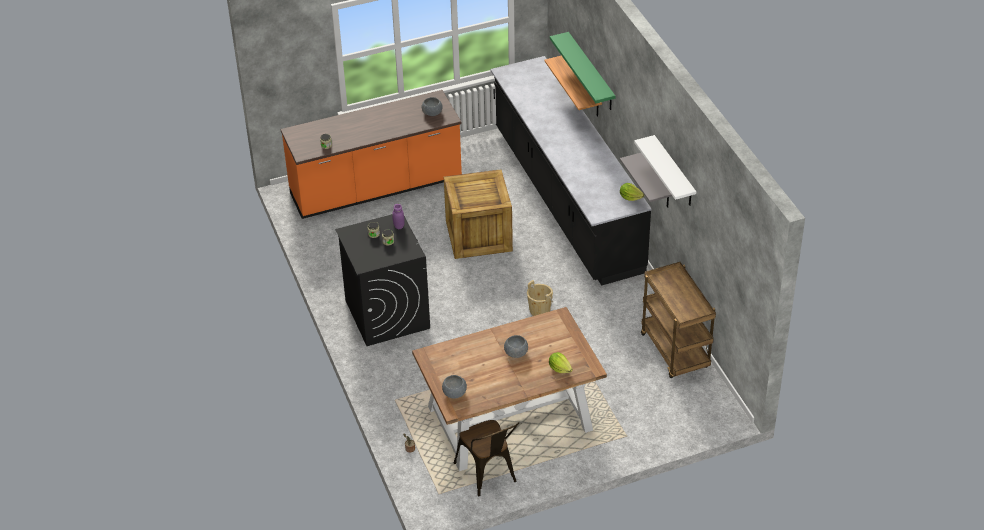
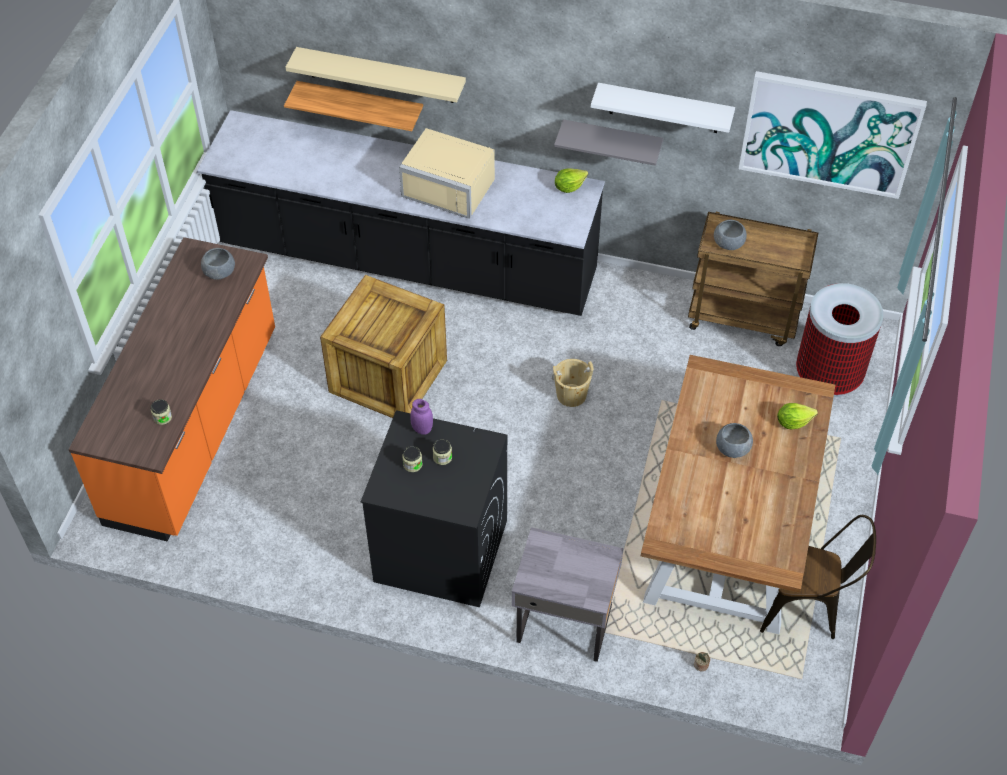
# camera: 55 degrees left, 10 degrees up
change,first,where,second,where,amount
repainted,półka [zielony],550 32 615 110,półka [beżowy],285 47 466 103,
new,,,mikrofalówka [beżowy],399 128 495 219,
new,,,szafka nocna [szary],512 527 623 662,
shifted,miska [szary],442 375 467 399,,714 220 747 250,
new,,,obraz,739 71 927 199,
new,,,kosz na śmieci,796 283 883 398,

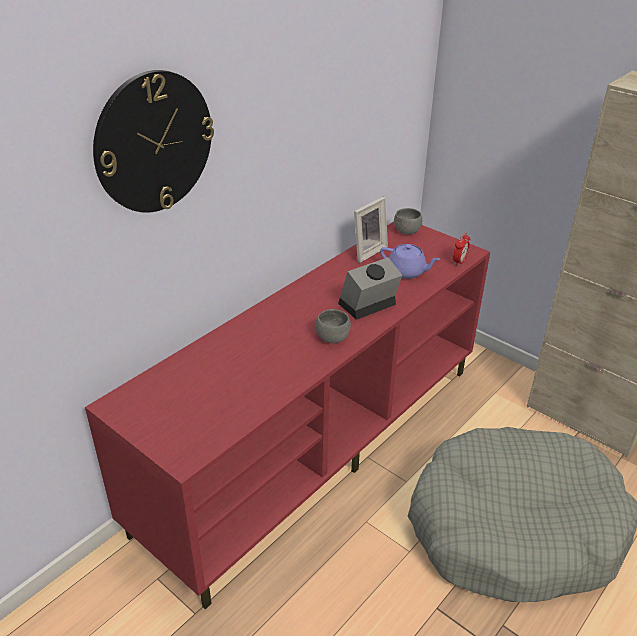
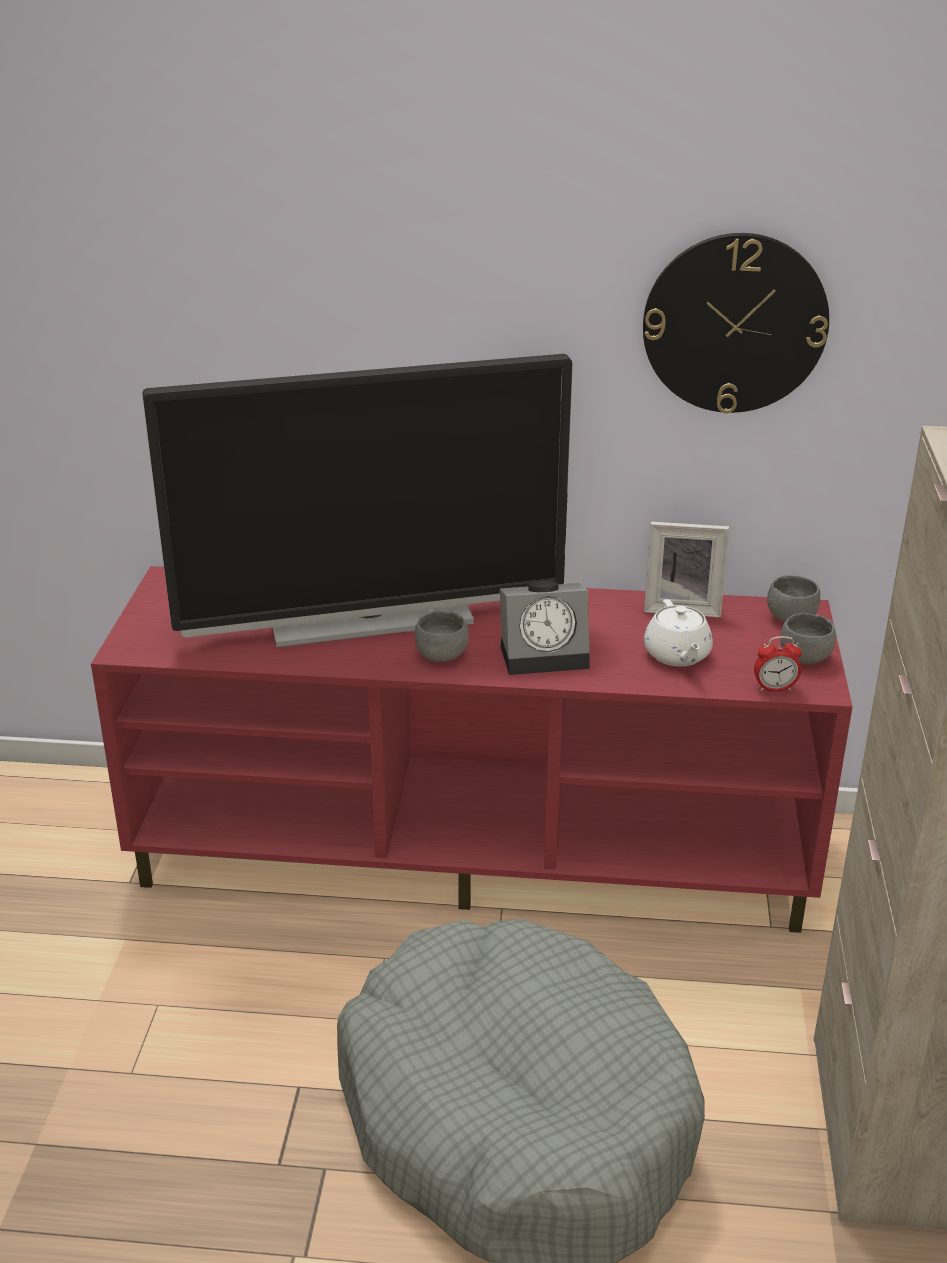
# camera: 55 degrees right, 5 degrees down
change,first,where,second,where,amount
new,,,telewizor,142 354 573 648,
rotated,budzik,338 257 403 320,,500 581 590 675,150 degrees clockwise
shifted,zegar ścienny,93 70 214 213,,643 233 829 414,
repainted,imbryk [fioletowy],380 244 440 279,imbryk [biały],644 599 713 666,
new,,,miska [szary],780 613 836 664,

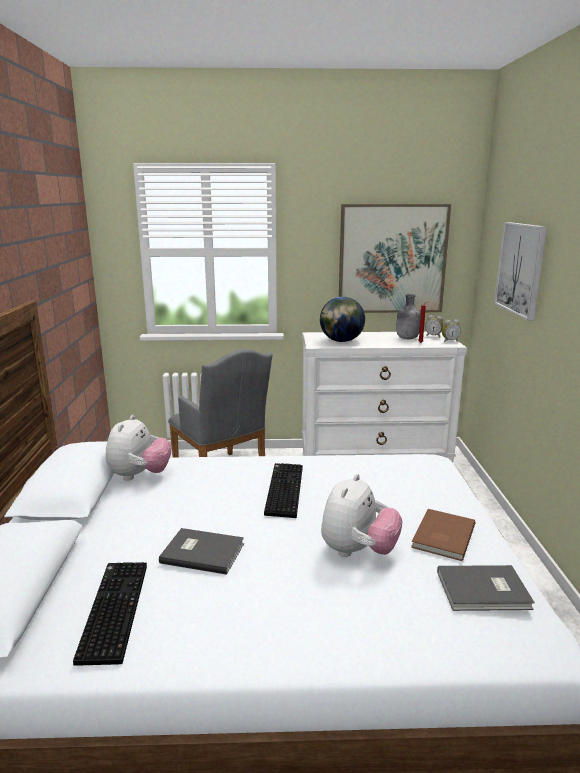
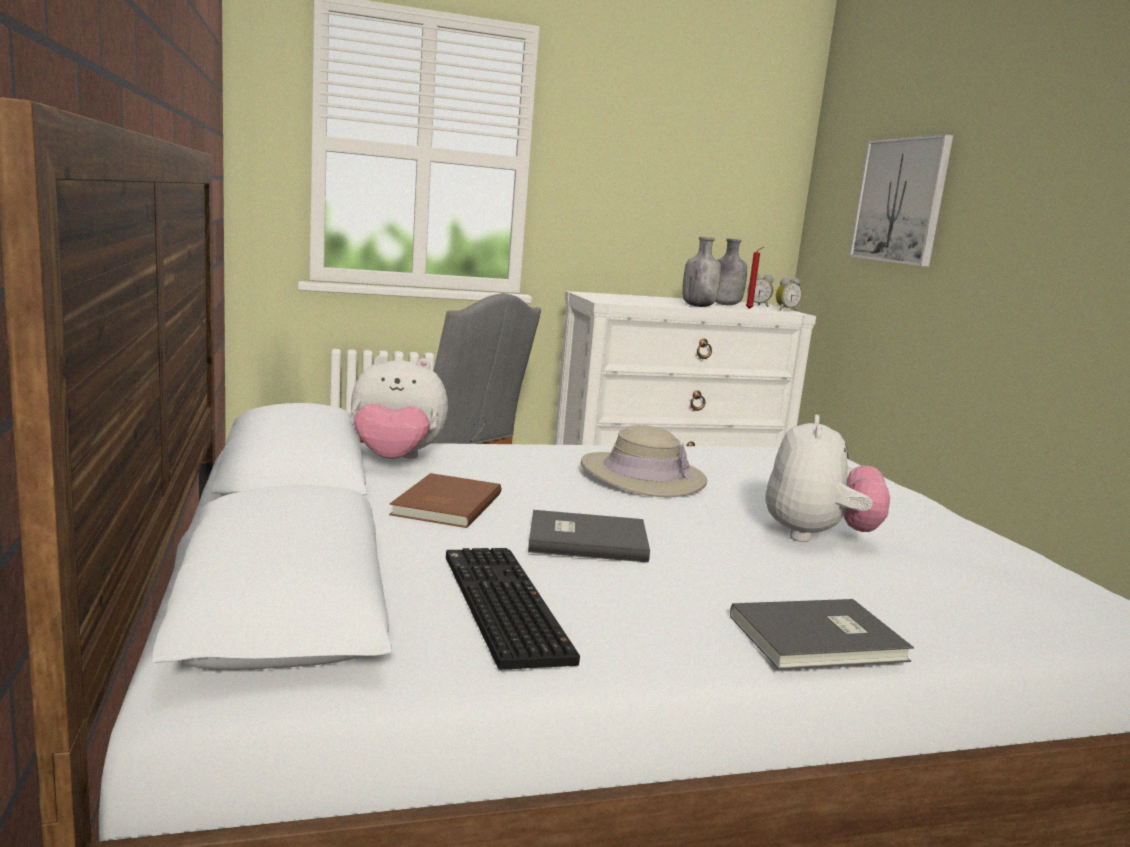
# camera: 15 degrees left, 5 degrees down
change,first,where,second,where,amount
rotated,pluszak,106 415 171 481,,351 355 448 459,90 degrees clockwise
shifted,książka [brązowy],411 509 476 561,,389 473 502 528,
swapped,klawiatura,264 463 303 518,kapelusz [beżowy],581 425 707 498,
new,,,butelka [szary],682 237 721 307,
shifted,książka [szary],437 565 535 611,,730 599 914 670,
gone,globus,320 297 365 342,,,
gone,obraz,339 204 451 313,,,

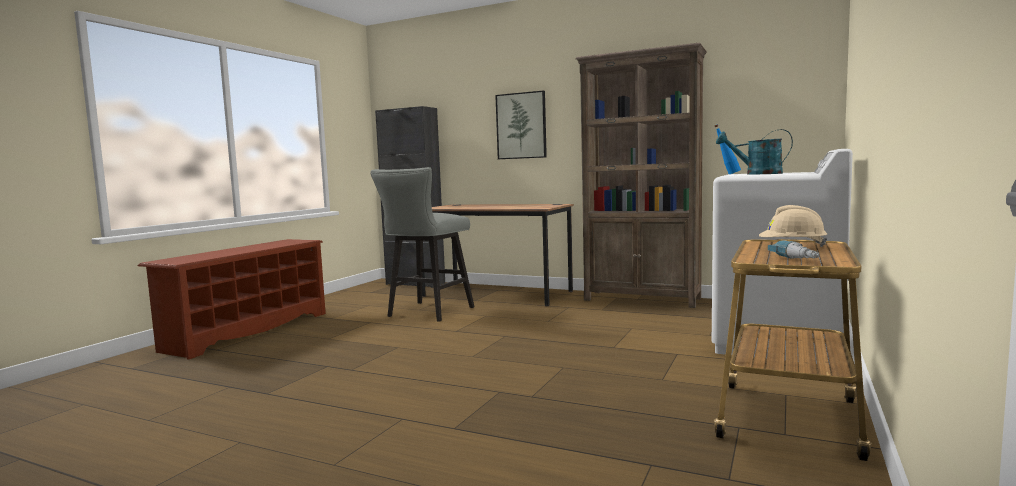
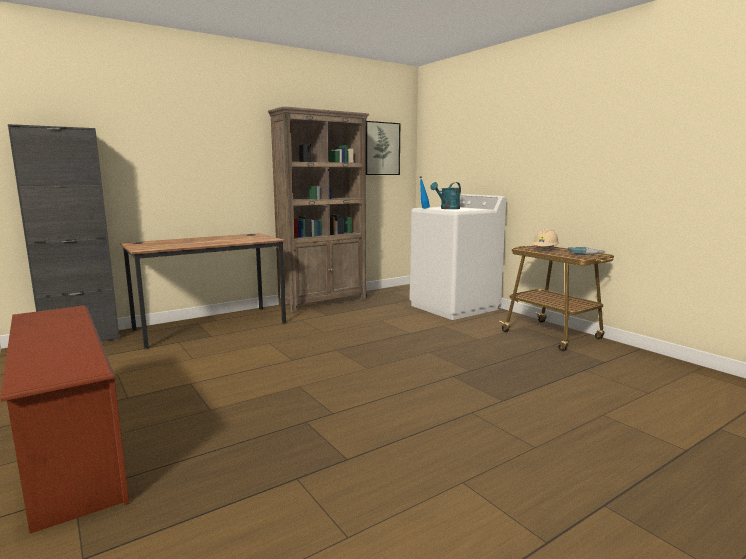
# camera: 60 degrees left, 5 degrees up
change,first,where,second,where,amount
shifted,obraz,495 91 547 159,,366 121 400 175,
gone,stołek [szary],370 167 475 322,,,

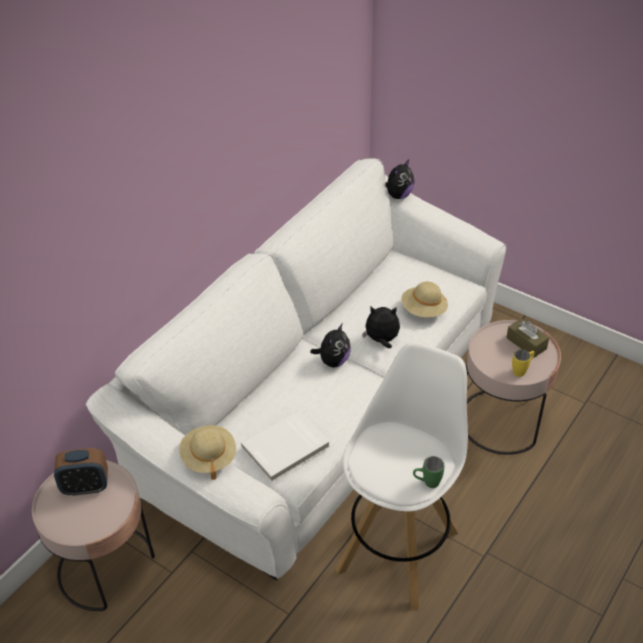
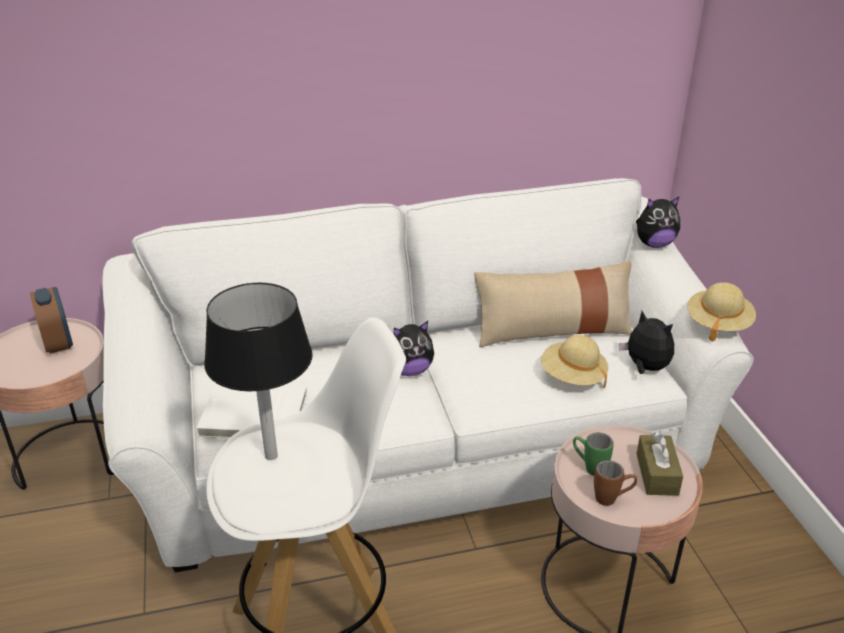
# camera: 40 degrees right, 10 degrees down
change,first,where,second,where,amount
rotated,budzik,54 448 108 496,,30 287 73 353,150 degrees counterclockwise
new,,,lampa stołowa [czarny],204 283 313 460,
new,,,poduszka [beżowy],474 261 632 347,
shifted,kubek [zielony],413 456 445 488,,573 433 614 476,
repainted,kubek [żółty],512 349 535 377,kubek [brązowy],594 460 637 506,
shifted,pluszak,362 306 400 348,,619 311 674 374,
shifted,kapelusz [beżowy],179 425 236 480,,687 282 756 342,

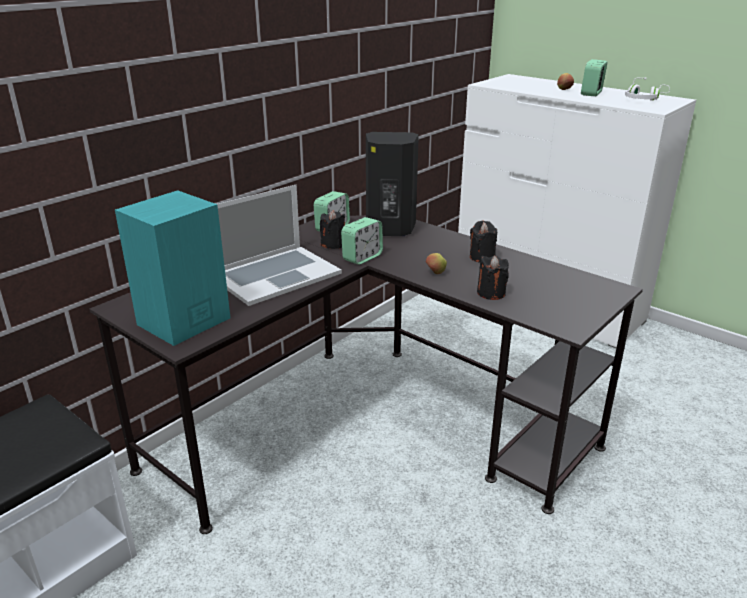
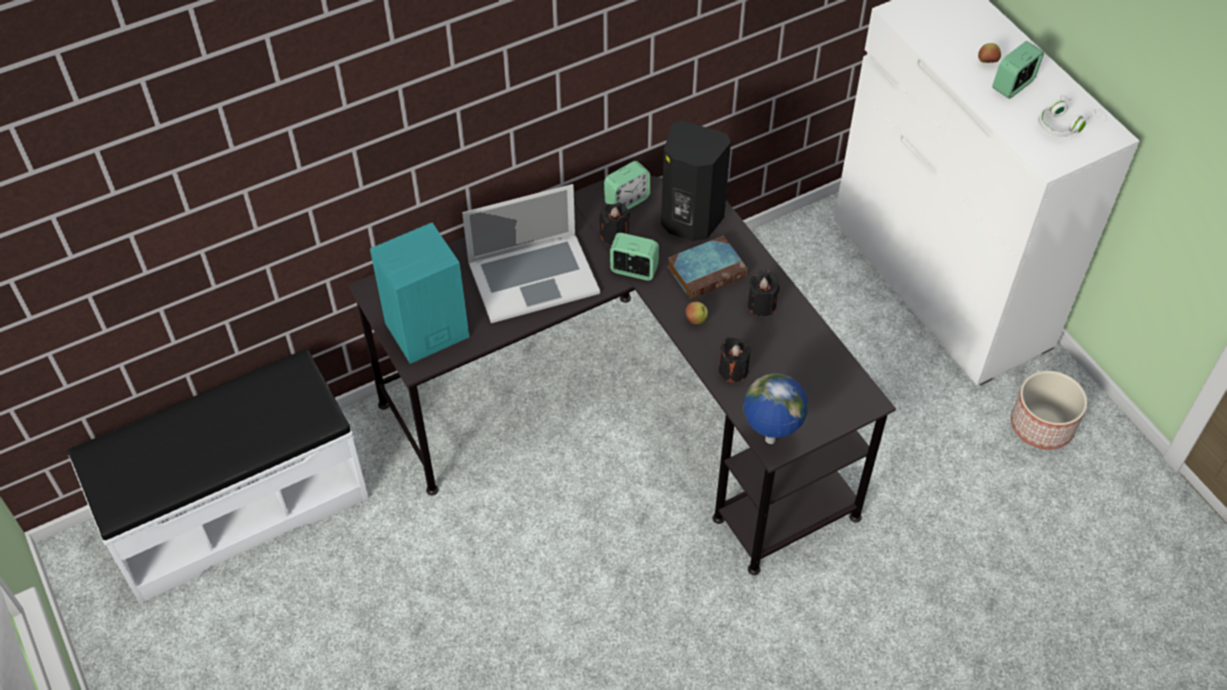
# camera: 20 degrees right, 25 degrees up
change,first,where,second,where,amount
rotated,budzik,341 217 383 265,,610 233 659 280,135 degrees counterclockwise
new,,,książka,667 236 748 300,
new,,,globus,743 373 808 444,
new,,,donica,1011 371 1087 450,

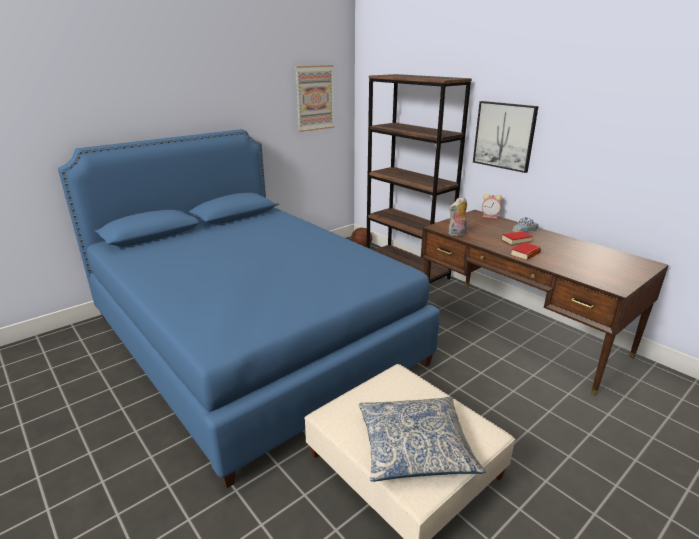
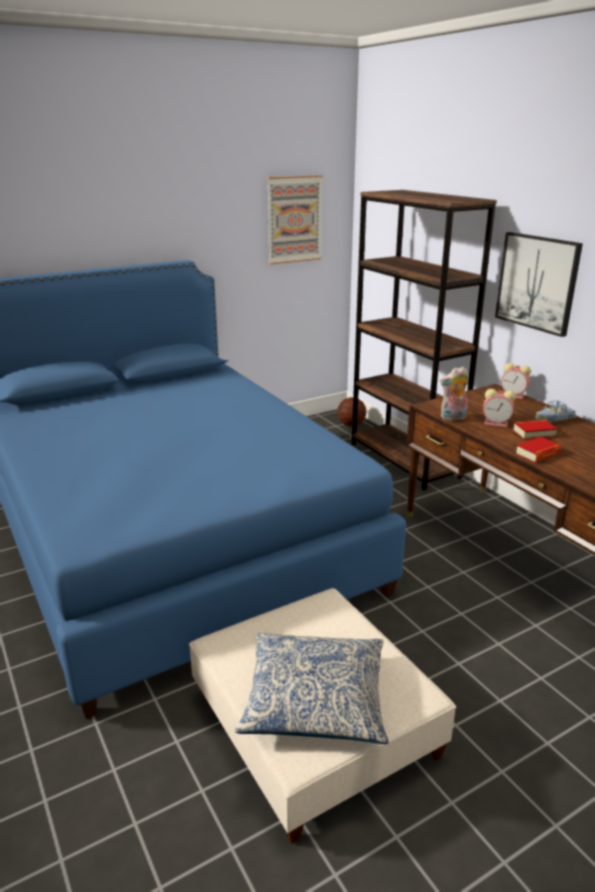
# camera: 10 degrees right, 0 degrees up
change,first,where,second,where,amount
new,,,budzik,483 389 516 427,

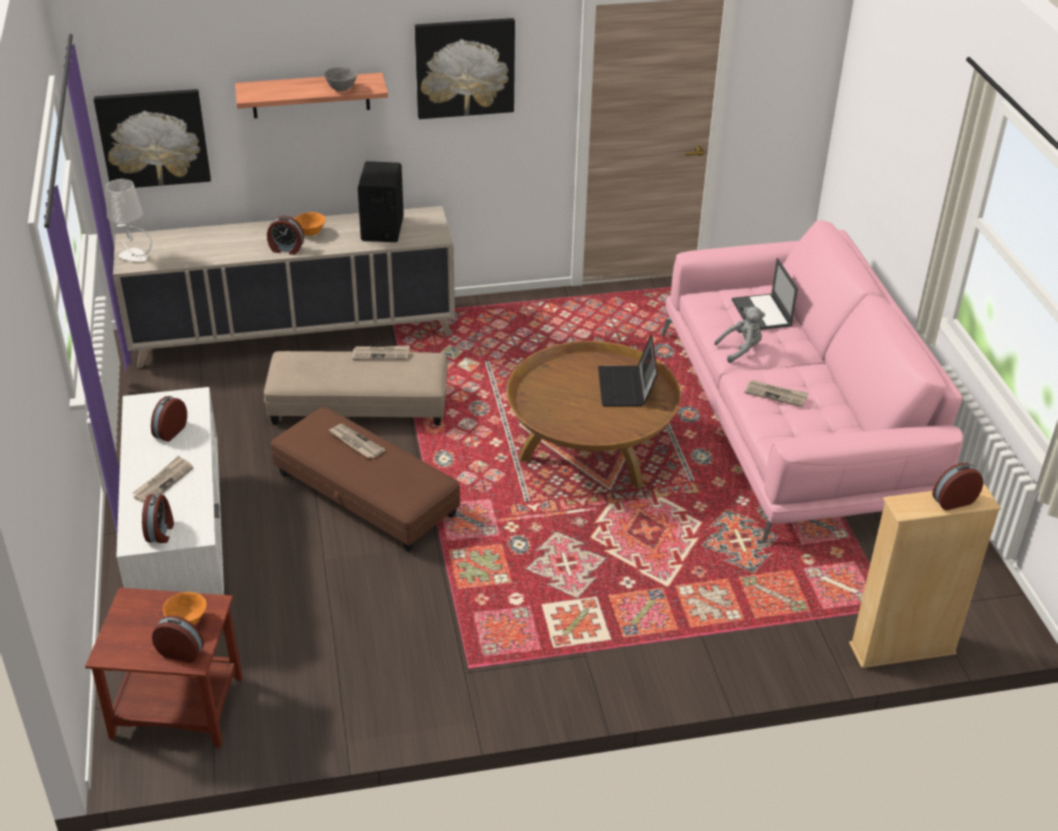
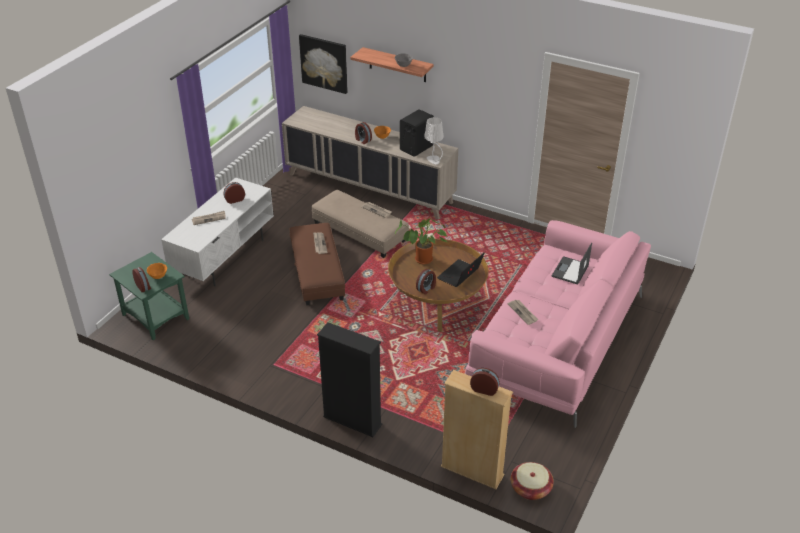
# camera: 40 degrees right, 0 degrees up
change,first,where,second,where,amount
repainted,stolik [brązowy],85 587 243 748,stolik [zielony],109 252 189 340,
new,,,regał [czarny],317 322 382 437,
new,,,roślina doniczkowa,395 218 447 265,
shifted,budzik,142 494 174 543,,416 269 436 295,
shifted,lampa stołowa [biały],106 179 152 262,,424 117 444 165,
new,,,koszyk,511 462 554 500,
gone,obraz,415 18 515 119,,,
gone,pluszak [szary],714 307 765 363,,,

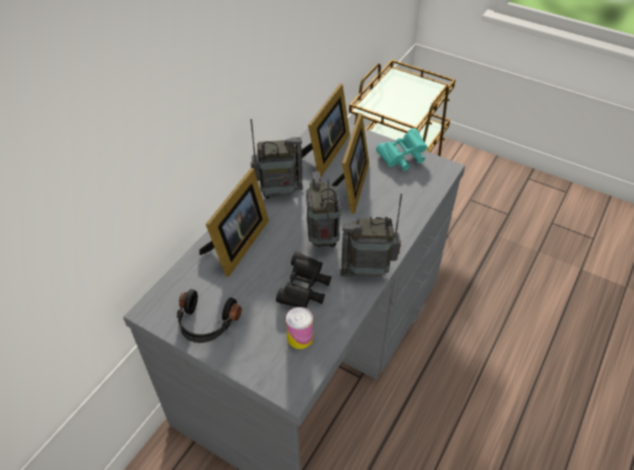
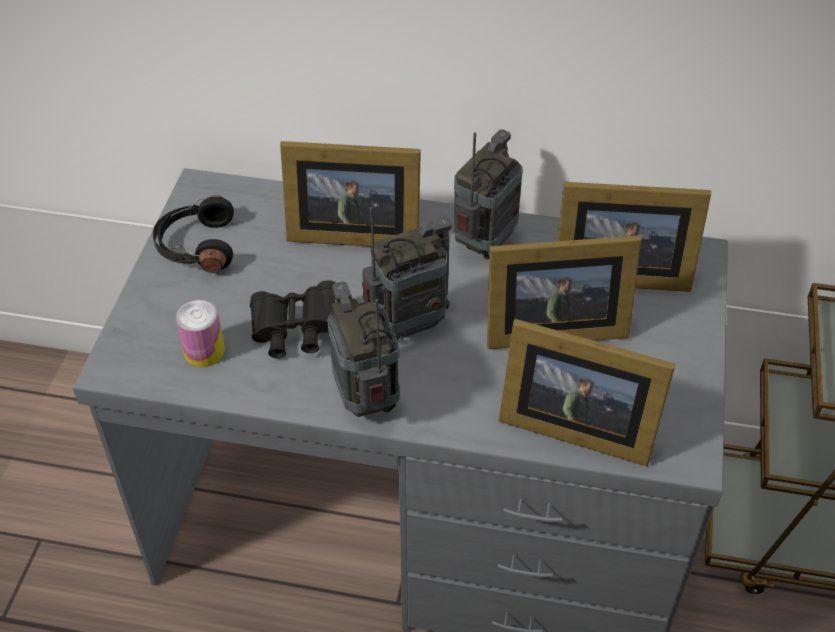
# camera: 70 degrees right, 0 degrees up
change,first,where,second,where,amount
rotated,radio,250 119 303 199,,453 129 523 259,120 degrees counterclockwise
new,,,ramka na zdjęcie,499 319 676 466,
gone,lornetka [turkusowy],376 128 428 171,,,

